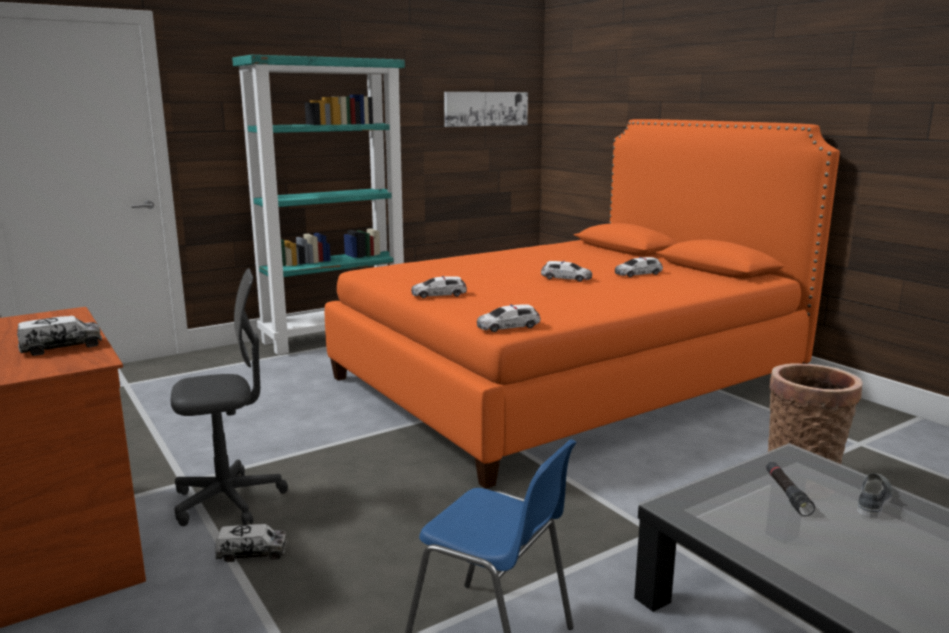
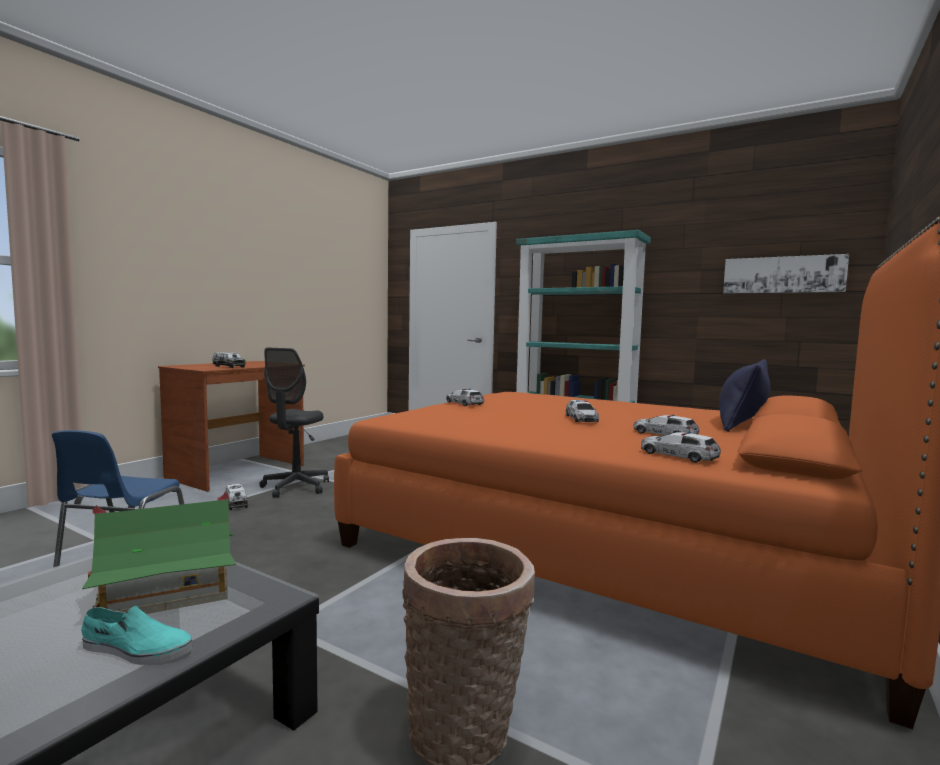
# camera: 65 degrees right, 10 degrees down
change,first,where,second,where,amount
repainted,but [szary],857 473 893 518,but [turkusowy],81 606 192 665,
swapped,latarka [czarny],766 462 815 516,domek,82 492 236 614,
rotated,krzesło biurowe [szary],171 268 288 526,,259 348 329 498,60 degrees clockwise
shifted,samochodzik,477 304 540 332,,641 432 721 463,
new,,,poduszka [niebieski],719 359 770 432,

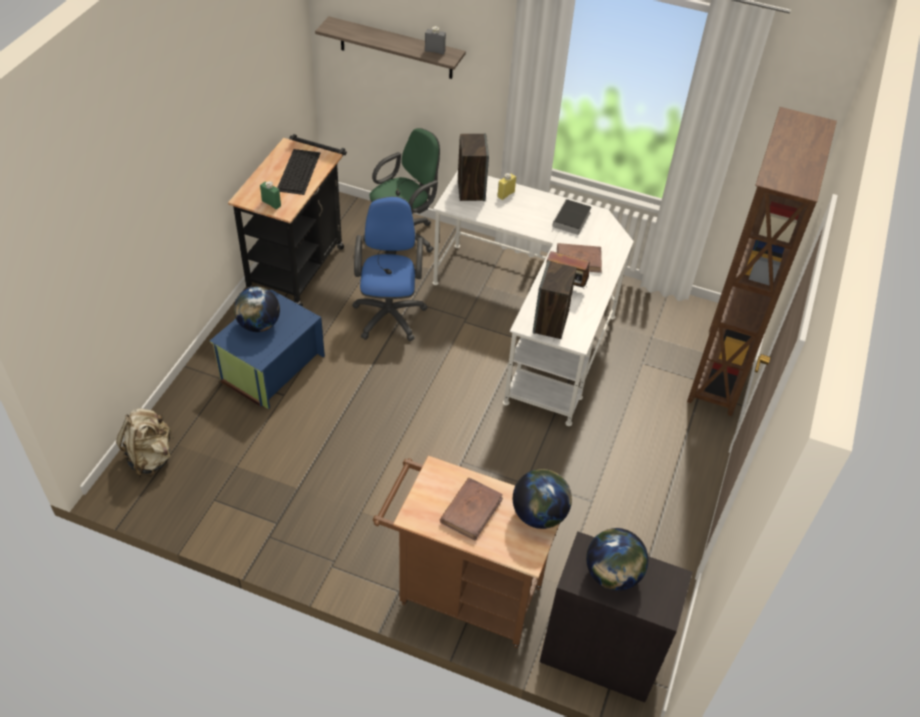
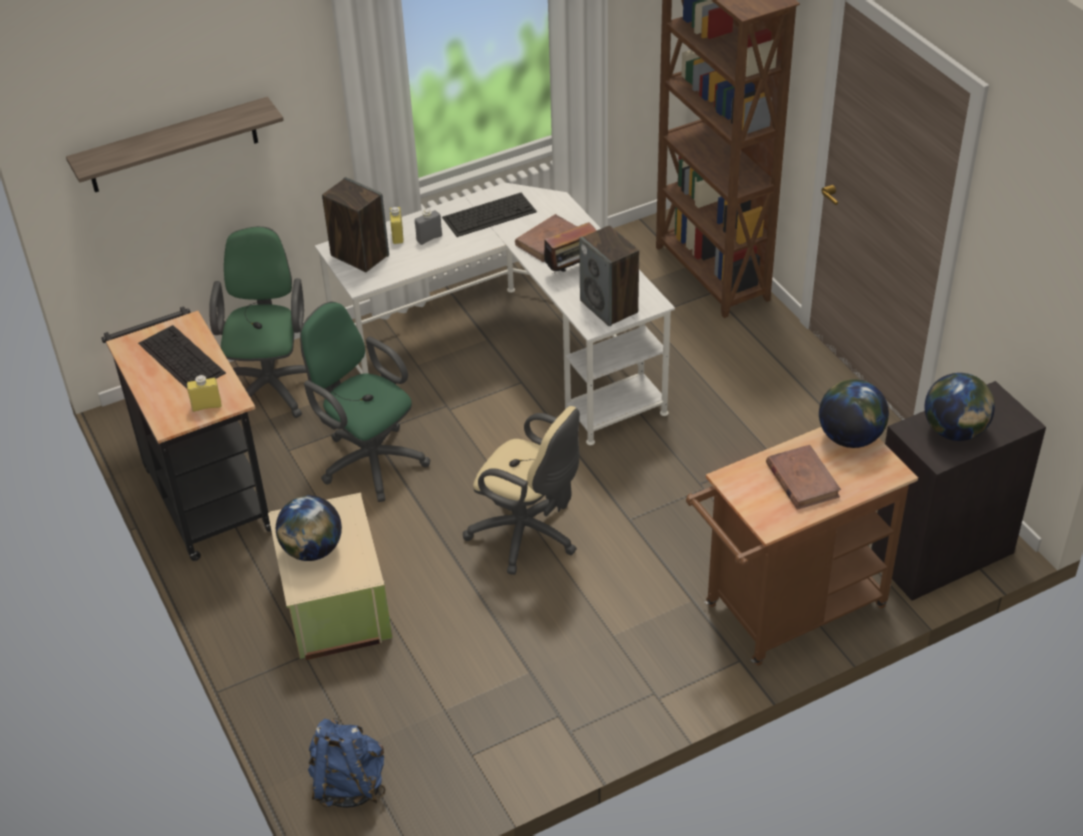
# camera: 45 degrees left, 5 degrees down
change,first,where,second,where,amount
repainted,butelka [zielony],260 181 281 209,butelka [żółty],187 375 222 412,
repainted,pojemnik do przechowywania [niebieski],210 290 325 409,pojemnik do przechowywania [beżowy],268 493 392 660,
repainted,krzesło biurowe [niebieski],352 196 427 341,krzesło biurowe [zielony],300 301 430 502,
repainted,plecak [beżowy],116 408 173 477,plecak [niebieski],308 717 386 808,
shifted,butelka [szary],425 26 446 55,,415 209 442 245,
swapped,książka,552 199 591 235,klawiatura,442 193 537 237,
new,,,krzesło biurowe [beżowy],463 406 580 575,

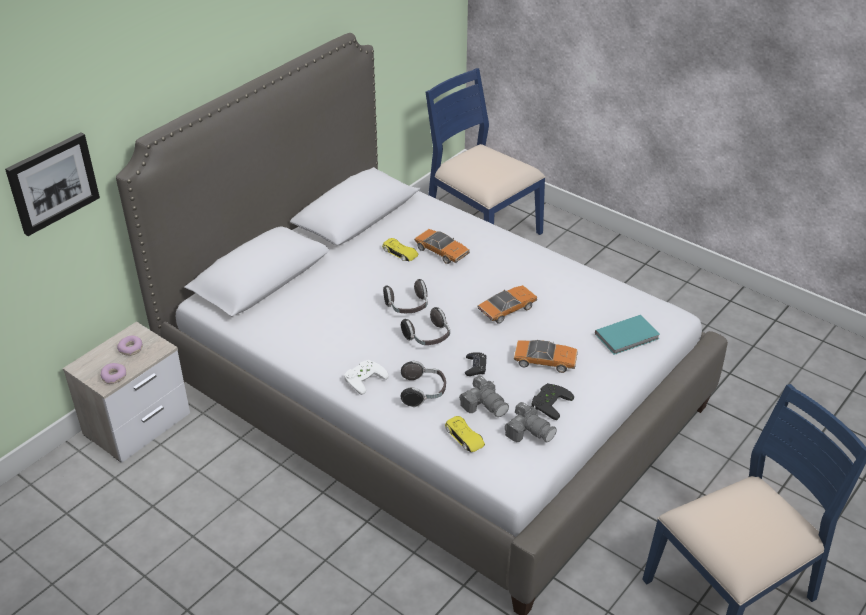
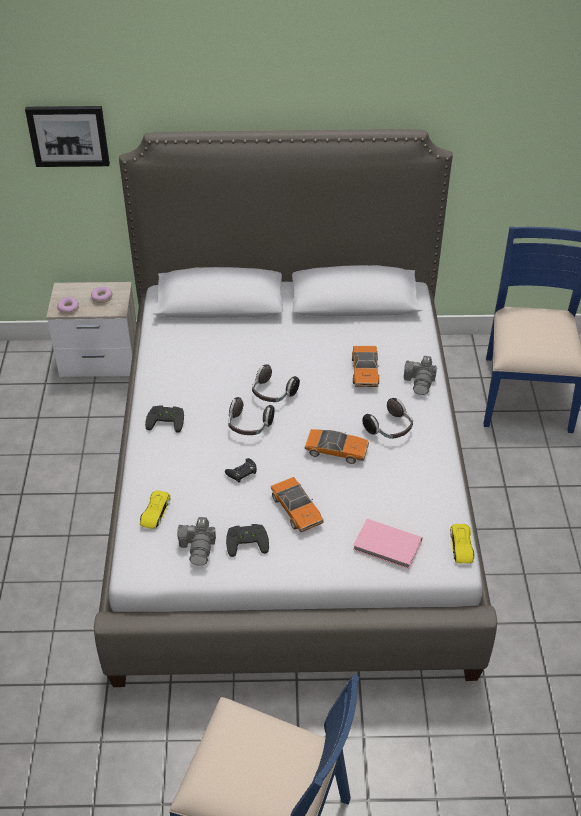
# camera: 50 degrees right, 5 degrees up
change,first,where,second,where,amount
repainted,pad do gier [biały],344 360 389 395,pad do gier [czarny],145 406 184 432,
repainted,książka [turkusowy],595 315 660 355,książka [różowy],353 519 422 569,
shifted,słuchawki,401 361 446 407,,362 398 413 439,
shifted,aparat fotograficzny,459 375 509 417,,404 356 438 395,
shifted,samochodzik [żółty],382 238 418 261,,450 524 474 564,

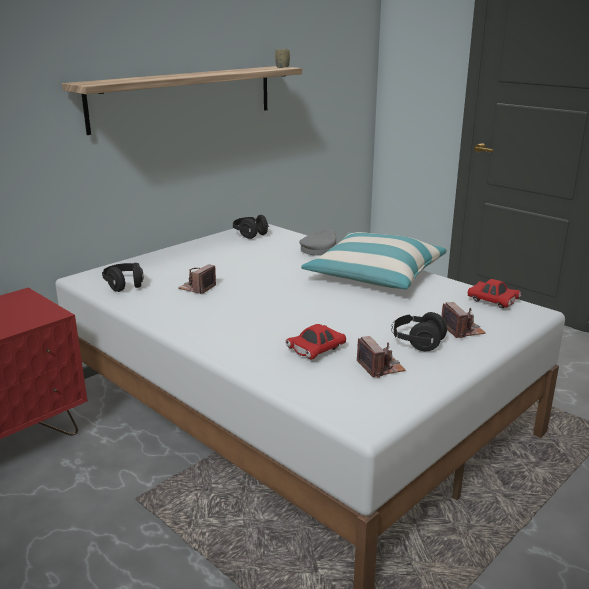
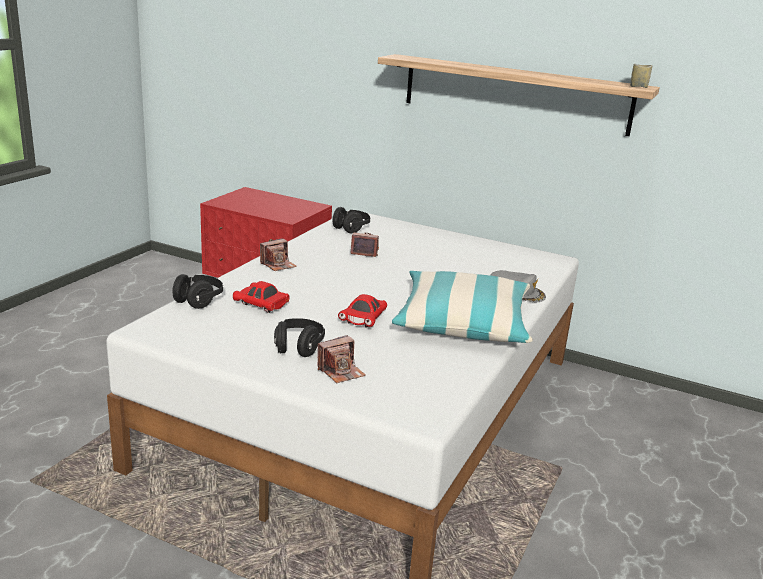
# camera: 70 degrees right, 0 degrees up
change,first,where,second,where,amount
shifted,słuchawki [czarny],233 215 269 239,,172 274 223 309,
shifted,aparat fotograficzny,357 336 406 378,,260 238 297 271,
shifted,samochodzik [czerwony],468 279 522 308,,338 294 387 327,

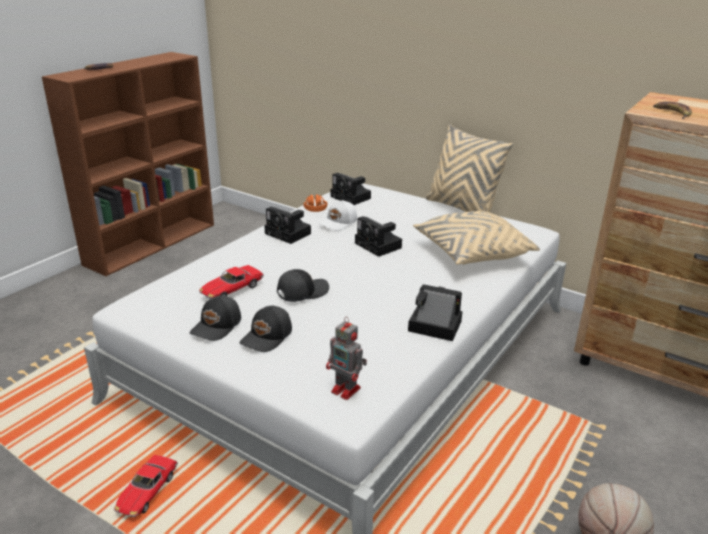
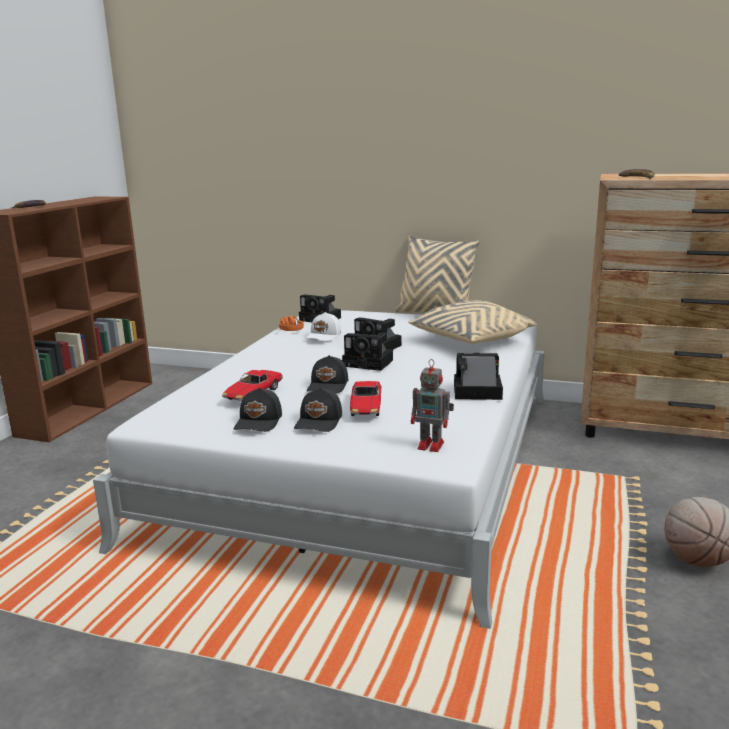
# camera: 15 degrees left, 10 degrees down
change,first,where,second,where,amount
rotated,czapka z daszkiem [czarny],277 269 329 302,,307 355 348 393,150 degrees clockwise
shifted,aparat fotograficzny,264 207 311 244,,342 332 393 371,
shifted,samochodzik,114 455 178 517,,350 381 381 416,

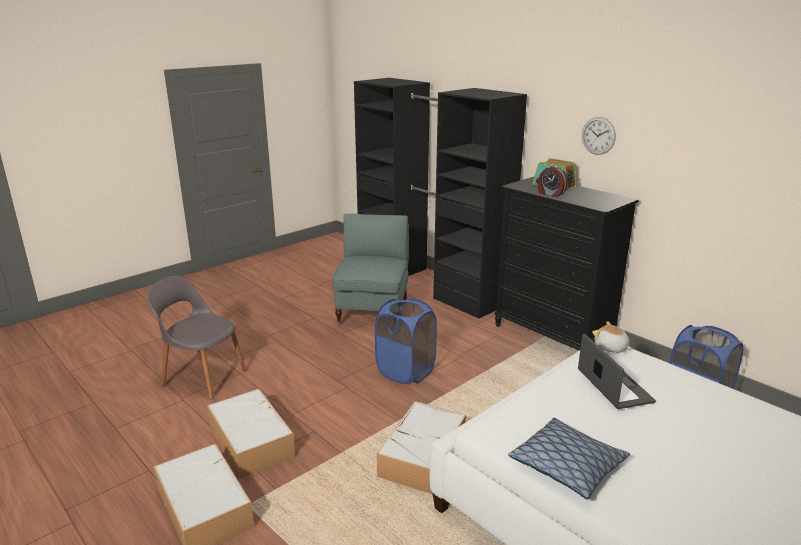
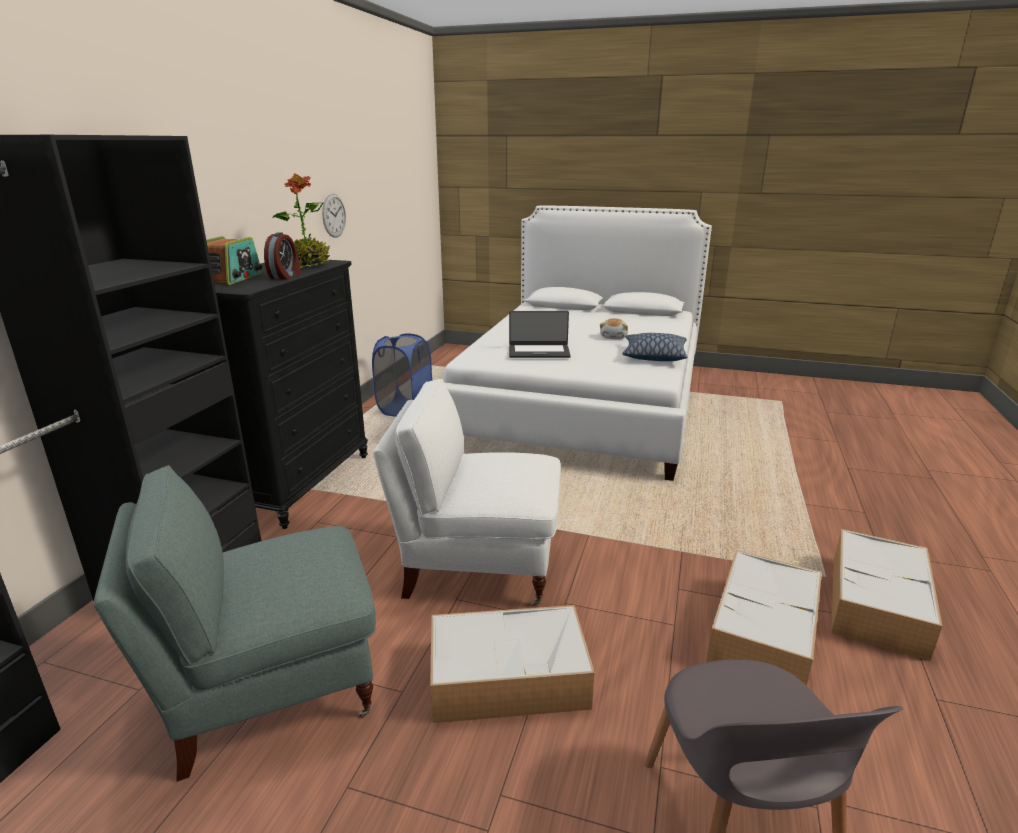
# camera: 120 degrees left, 0 degrees up
change,first,where,second,where,amount
new,,,roślina doniczkowa,273 173 330 268,
shifted,zegar ścienny,582 117 616 155,,322 194 346 238,
swapped,kosz na pranie [niebieski],375 298 437 384,fotel [biały],373 378 561 605,
shifted,pojemnik do przechowywania,377 401 466 494,,430 605 595 723,
rotated,laptop,578 334 656 409,,509 311 571 358,135 degrees counterclockwise
shifted,pluszak,592 321 632 353,,600 318 628 339,

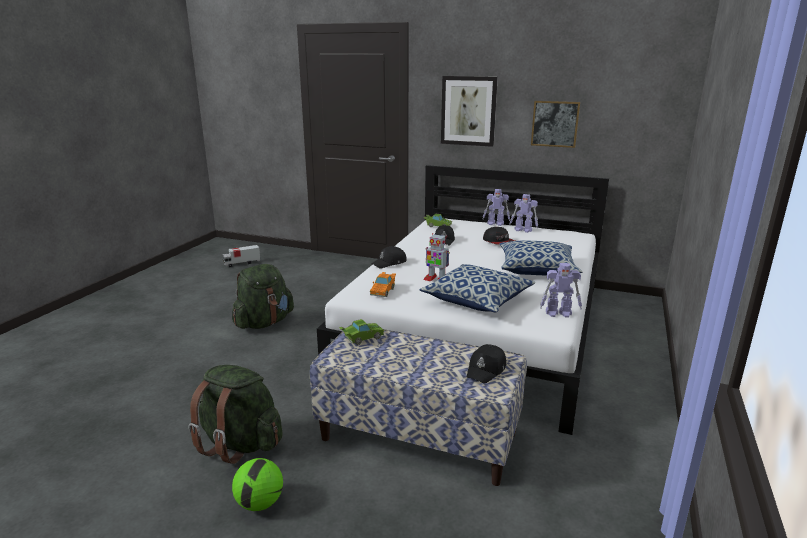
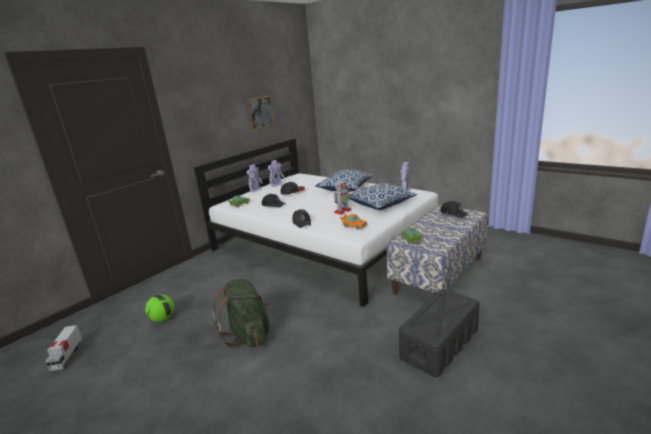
# camera: 70 degrees left, 0 degrees up
change,first,where,second,where,amount
shifted,piłka futbolowa,232 458 283 511,,145 294 174 322,
swapped,plecak [zielony],188 365 283 464,pojemnik do przechowywania [czarny],399 289 479 377,
gone,obraz,441 76 498 147,,,

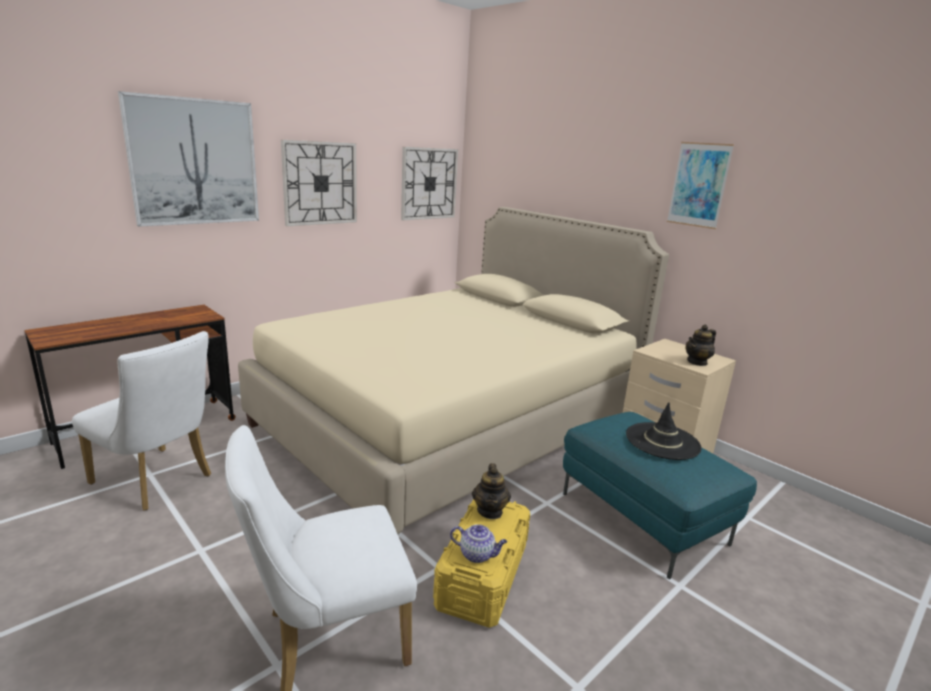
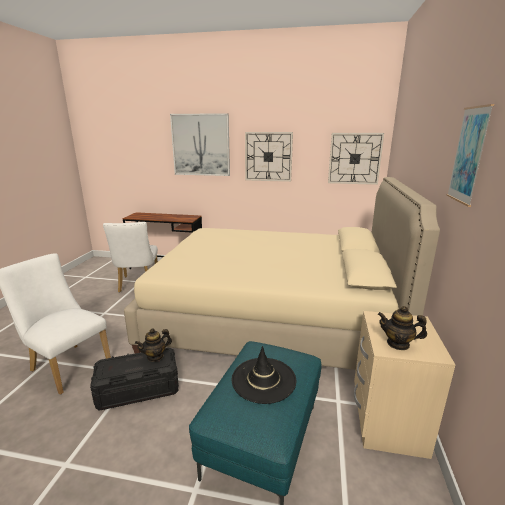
# camera: 55 degrees right, 0 degrees up
change,first,where,second,where,amount
repainted,pojemnik do przechowywania [żółty],433 499 530 628,pojemnik do przechowywania [czarny],90 348 179 411,
gone,imbryk,450 524 507 563,,,

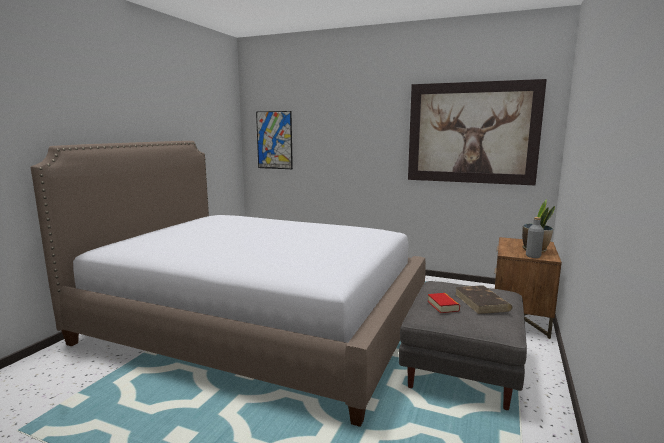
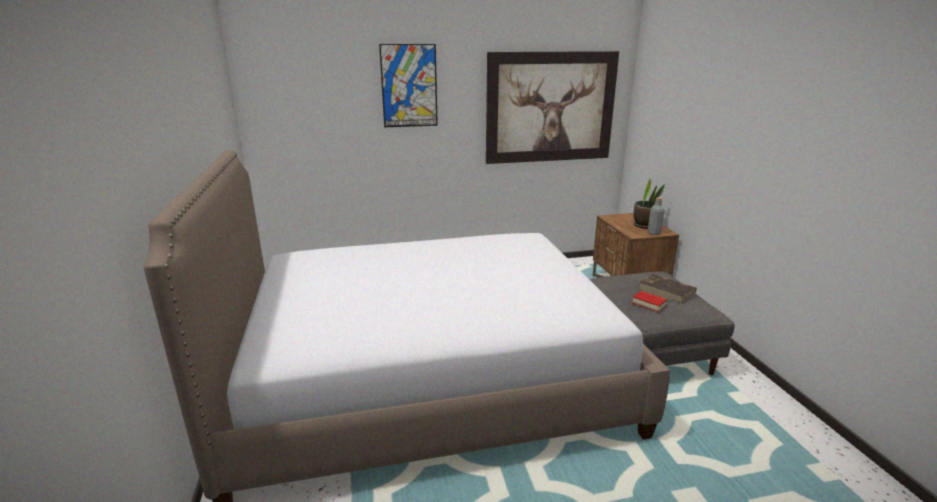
# camera: 35 degrees left, 10 degrees up
change,first,where,second,where,amount
shifted,obraz,256 111 293 169,,379 44 438 127,

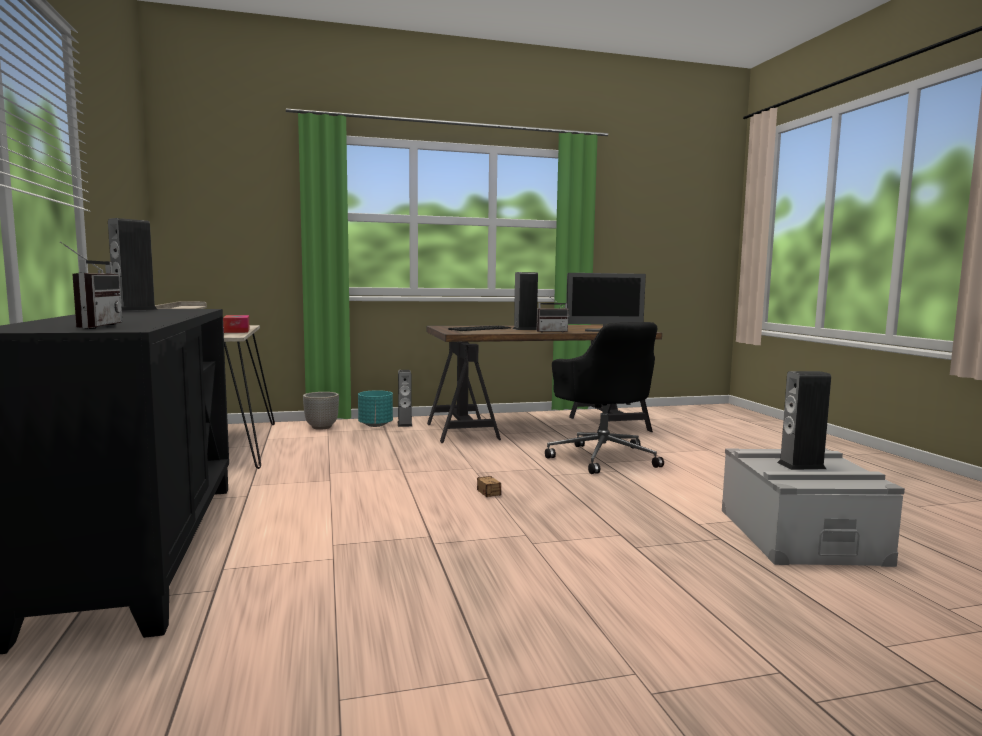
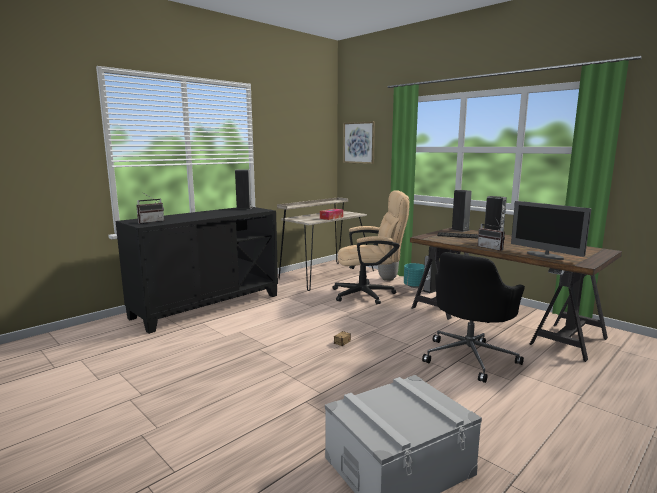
# camera: 60 degrees right, 5 degrees up
change,first,where,second,where,amount
new,,,krzesło biurowe [beżowy],332 190 410 304,
new,,,obraz,343 121 375 164,
shifted,głośnik,777 371 831 470,,451 190 472 232,

